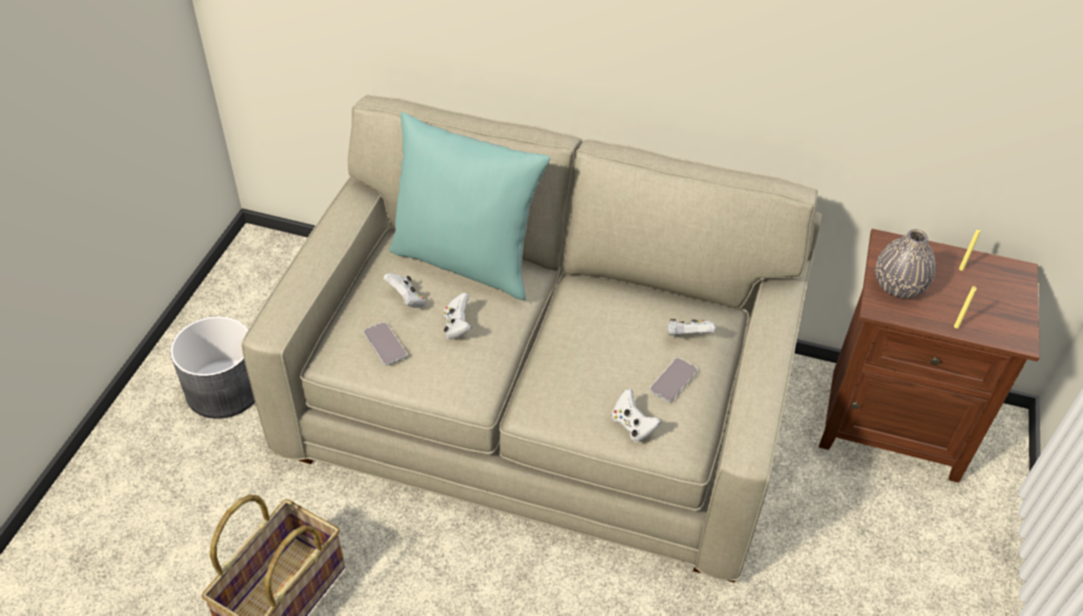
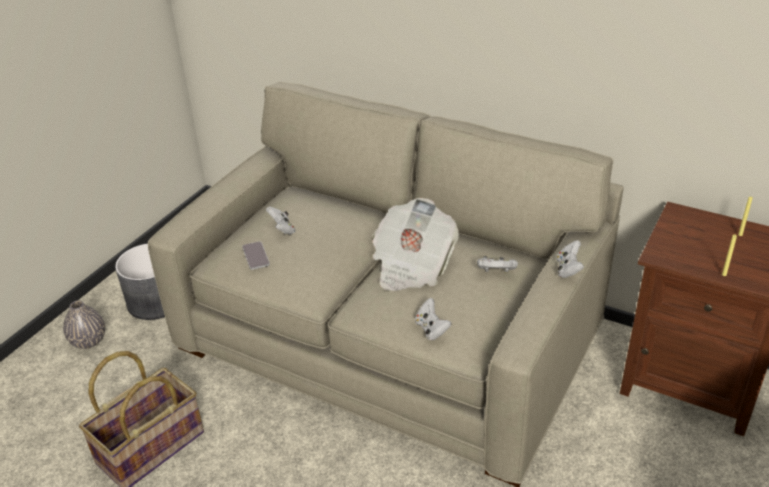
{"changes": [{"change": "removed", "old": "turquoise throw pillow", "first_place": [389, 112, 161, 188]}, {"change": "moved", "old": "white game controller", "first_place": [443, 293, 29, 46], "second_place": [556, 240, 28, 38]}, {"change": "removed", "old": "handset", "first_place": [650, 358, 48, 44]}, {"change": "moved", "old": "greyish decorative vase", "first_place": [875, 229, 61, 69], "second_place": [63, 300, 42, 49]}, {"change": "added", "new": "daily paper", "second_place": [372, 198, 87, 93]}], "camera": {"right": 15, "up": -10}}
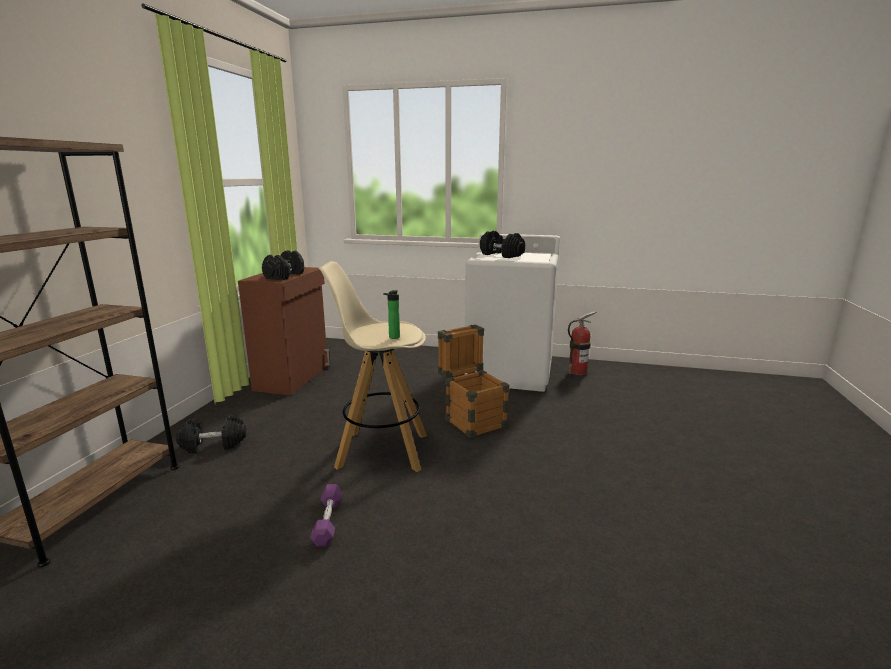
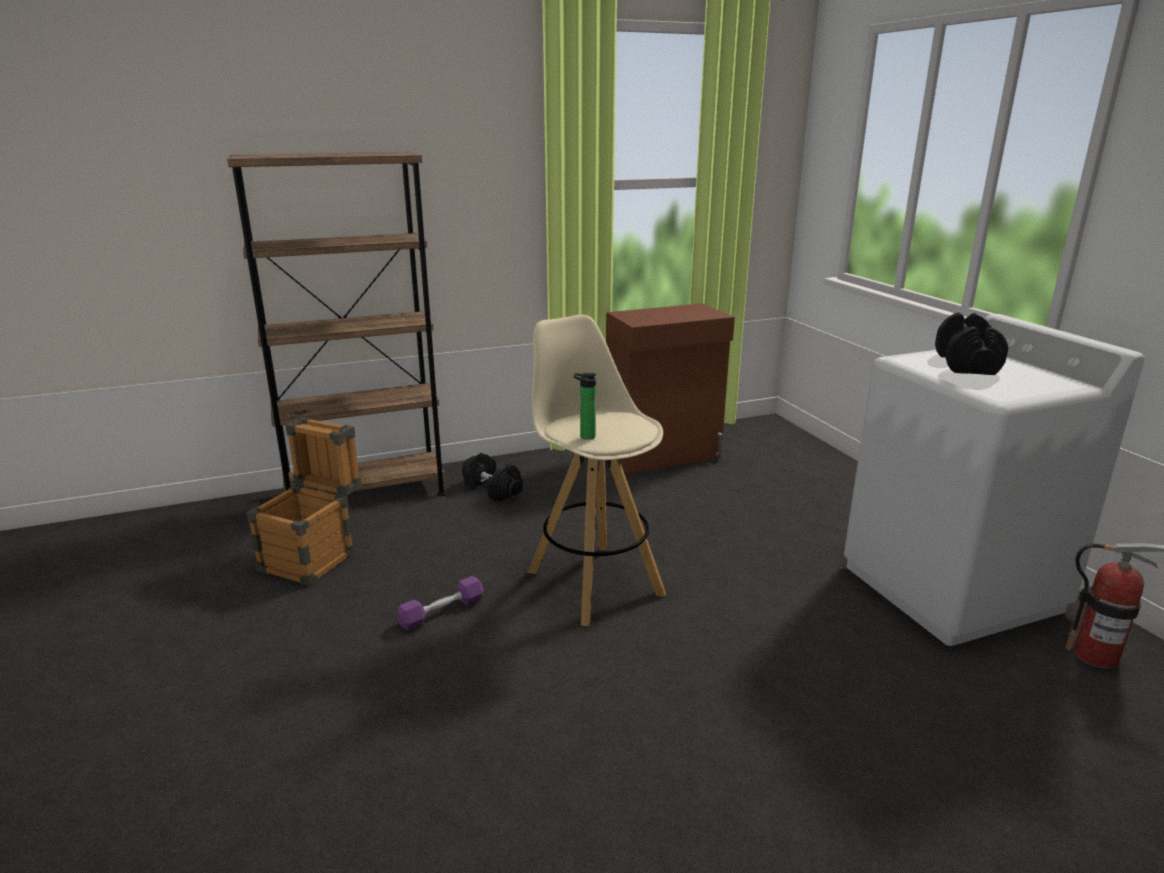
{"changes": [{"change": "removed", "old": "black-coloured dumbbell", "first_place": [262, 250, 42, 30]}, {"change": "moved", "old": "shipping crate", "first_place": [438, 325, 71, 113], "second_place": [246, 417, 115, 169]}], "camera": {"right": 55, "up": 5}}
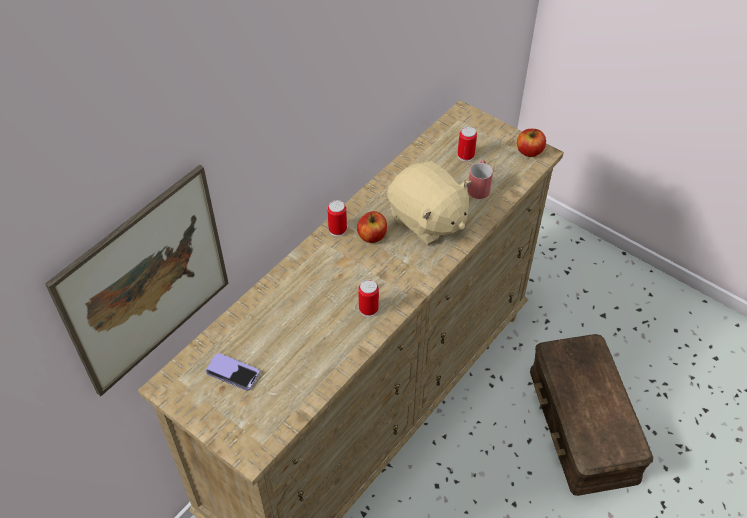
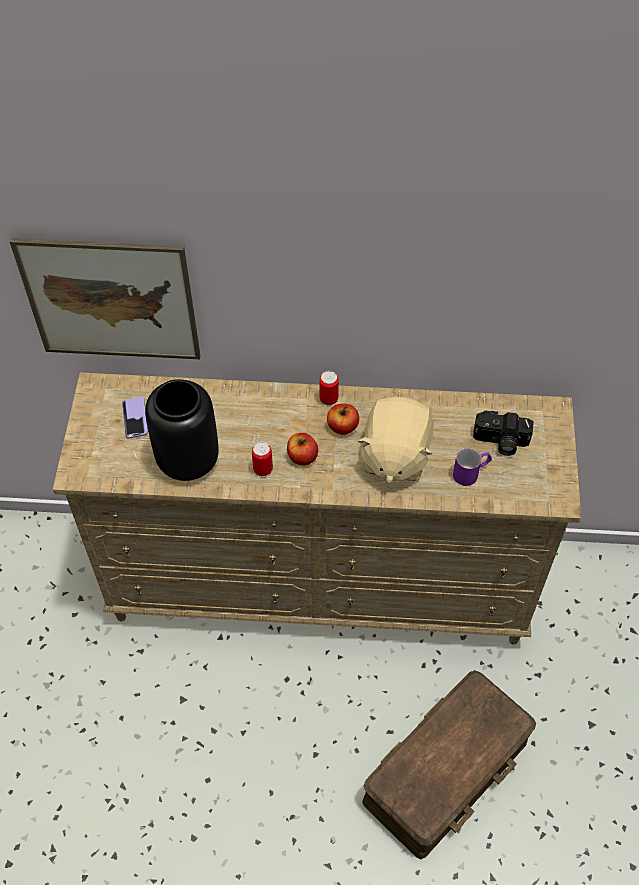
{"changes": [{"change": "replaced", "old": "sealed can", "new": "photo camera", "first_place": [458, 126, 19, 36], "second_place": [473, 411, 61, 45]}, {"change": "recoloured", "old": "reddish tea mug", "new": "purple-coloured tea mug", "first_place": [468, 160, 25, 39], "second_place": [453, 448, 39, 38]}, {"change": "moved", "old": "apple", "first_place": [517, 129, 29, 28], "second_place": [287, 433, 31, 33]}, {"change": "added", "new": "black-coloured decorative vase", "second_place": [145, 379, 74, 102]}], "camera": {"right": 55, "up": 5}}
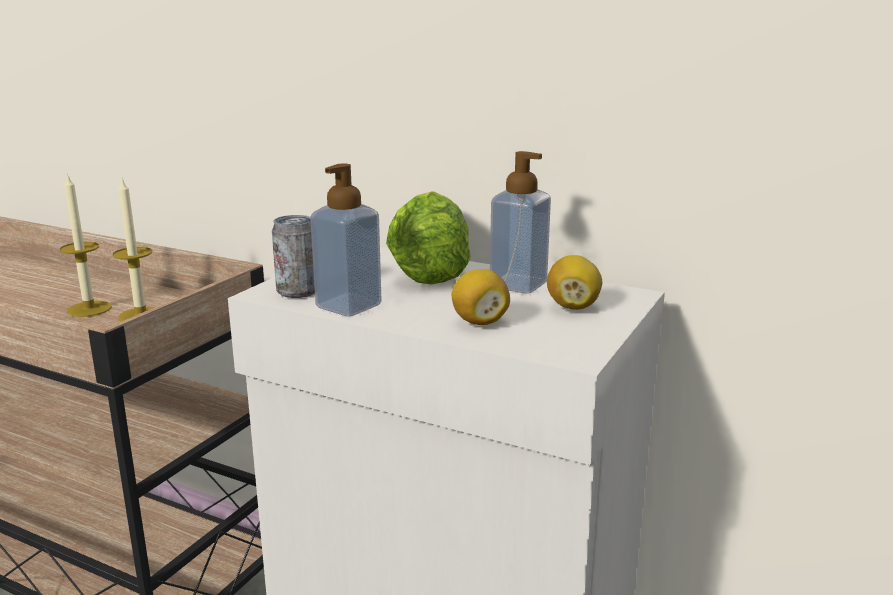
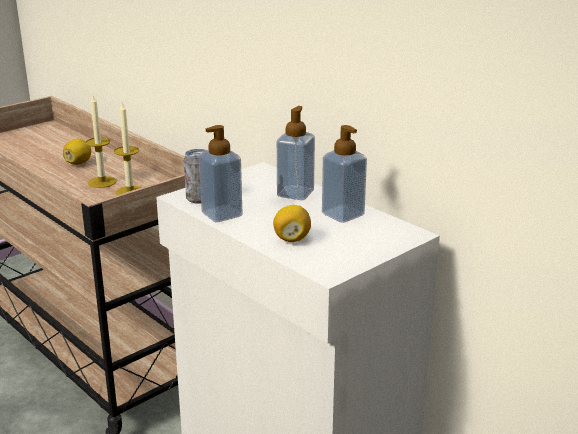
{"changes": [{"change": "replaced", "old": "lettuce", "new": "soap bottle", "first_place": [386, 191, 85, 93], "second_place": [277, 106, 38, 94]}, {"change": "moved", "old": "whole lemon", "first_place": [547, 255, 55, 55], "second_place": [63, 139, 28, 26]}], "camera": {"right": 20, "up": 5}}
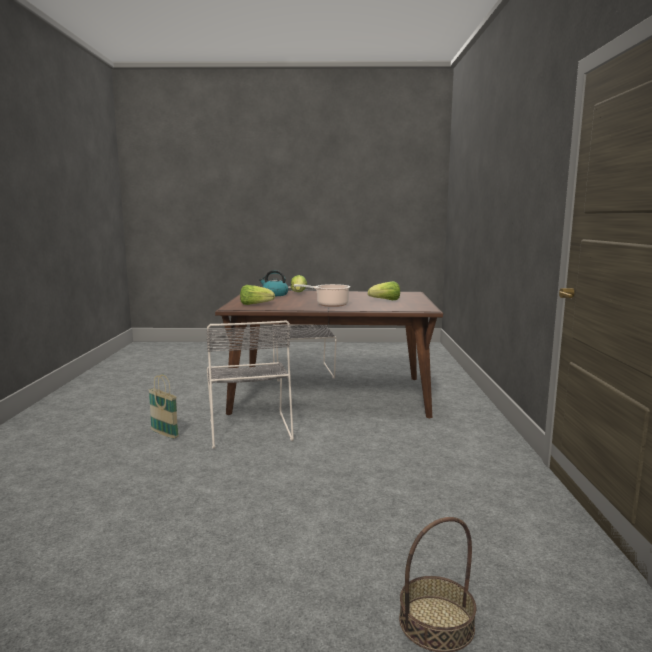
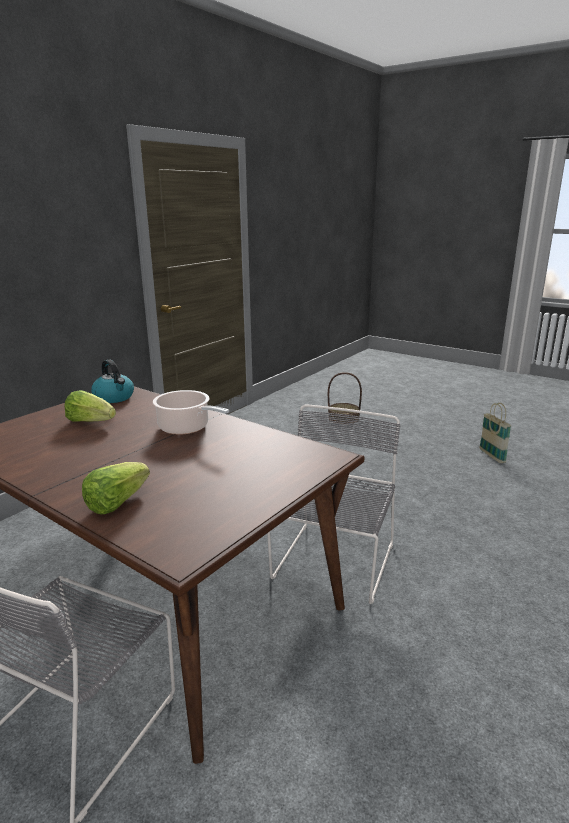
{"changes": [{"change": "moved", "old": "storage basket", "first_place": [149, 374, 30, 65], "second_place": [479, 403, 32, 60]}, {"change": "removed", "old": "lettuce", "first_place": [240, 285, 35, 20]}, {"change": "moved", "old": "tea kettle", "first_place": [259, 270, 29, 26], "second_place": [91, 360, 43, 43]}], "camera": {"right": -145, "up": 10}}
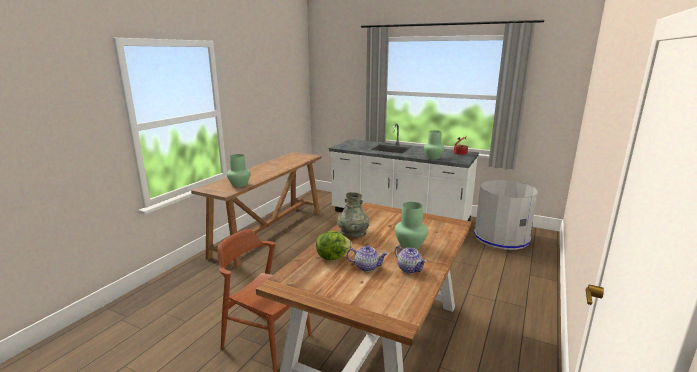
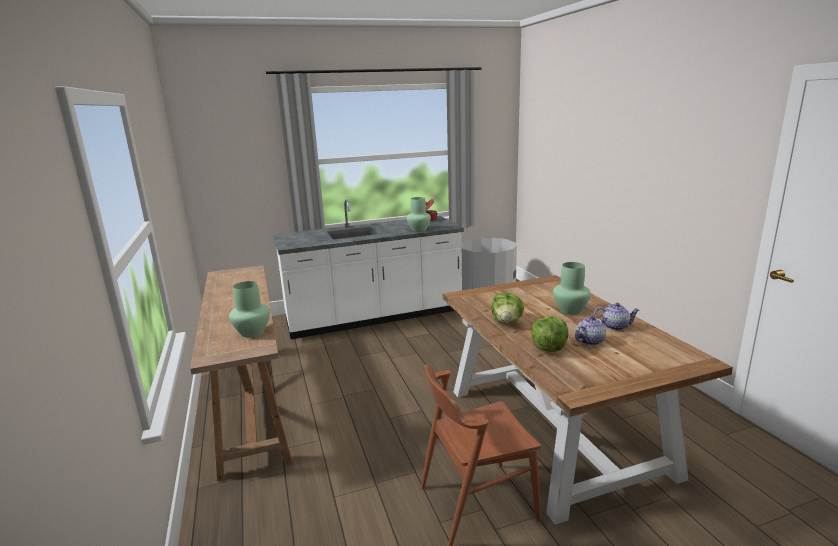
{"changes": [{"change": "replaced", "old": "greyish decorative vase", "new": "lettuce", "first_place": [337, 192, 32, 45], "second_place": [492, 292, 32, 32]}], "camera": {"right": -45, "up": 0}}
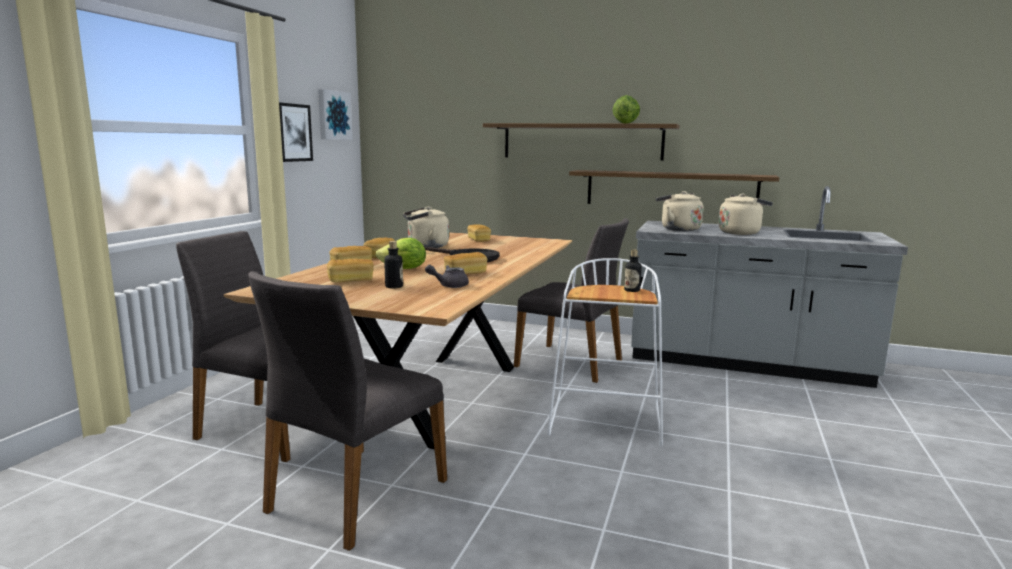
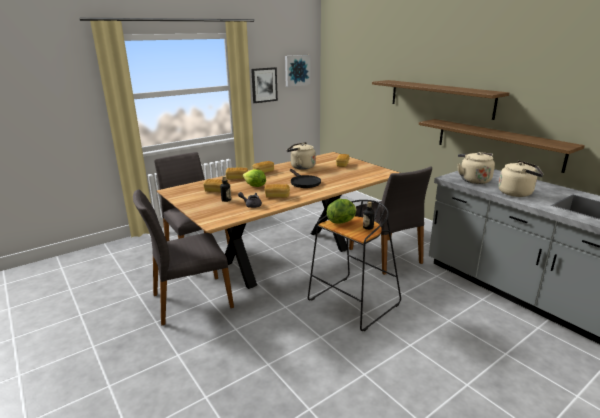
{"changes": [{"change": "recoloured", "old": "white stool", "new": "black-coloured stool", "first_place": [547, 258, 116, 189], "second_place": [308, 200, 93, 131]}, {"change": "moved", "old": "lettuce", "first_place": [613, 95, 27, 29], "second_place": [327, 199, 30, 24]}], "camera": {"right": 35, "up": 10}}
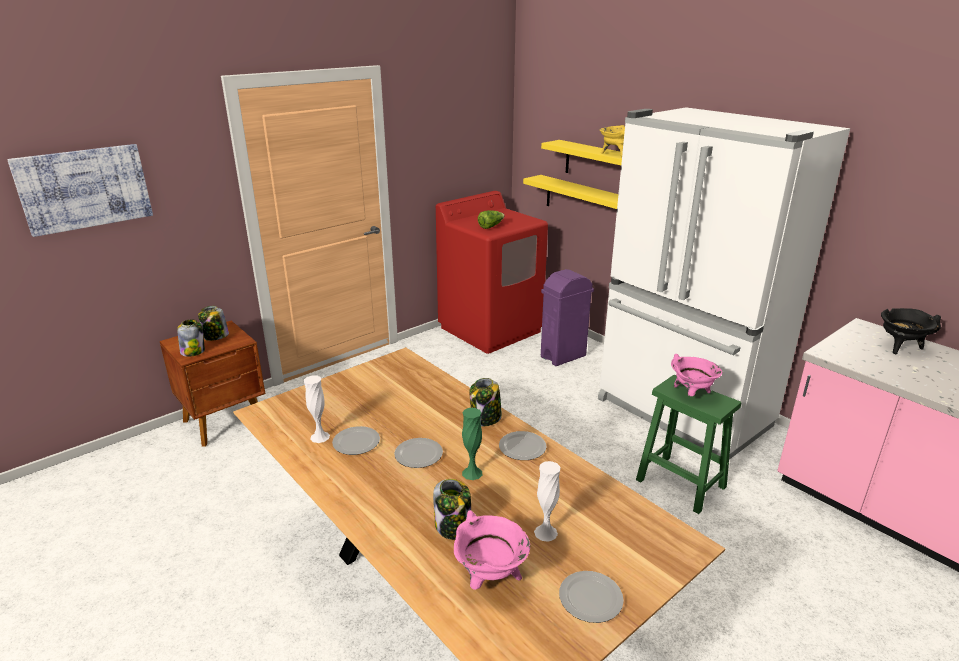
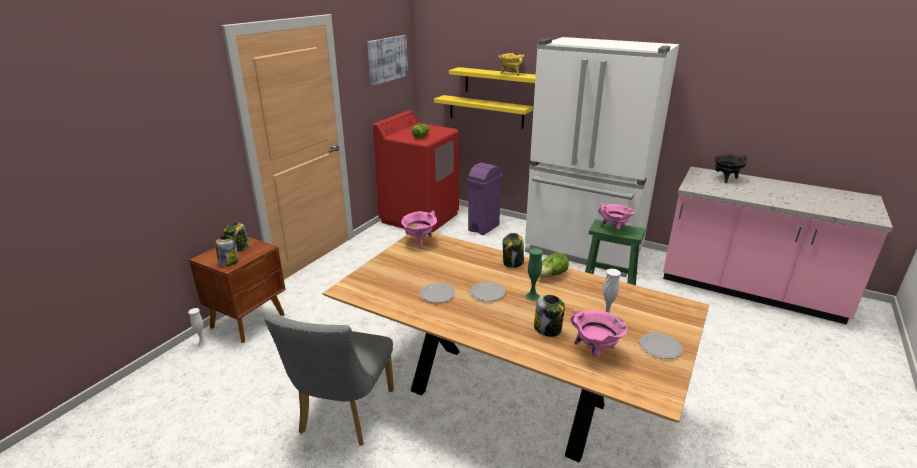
{"changes": [{"change": "moved", "old": "wall art", "first_place": [7, 144, 146, 93], "second_place": [367, 35, 41, 51]}, {"change": "moved", "old": "white decorative vase", "first_place": [304, 376, 26, 67], "second_place": [188, 308, 21, 40]}, {"change": "replaced", "old": "plate", "new": "lettuce", "first_place": [499, 431, 48, 29], "second_place": [540, 252, 29, 25]}, {"change": "added", "new": "greyish chair", "second_place": [264, 314, 130, 132]}, {"change": "added", "new": "pinkish stockpot", "second_place": [401, 211, 36, 38]}], "camera": {"right": -20, "up": 0}}
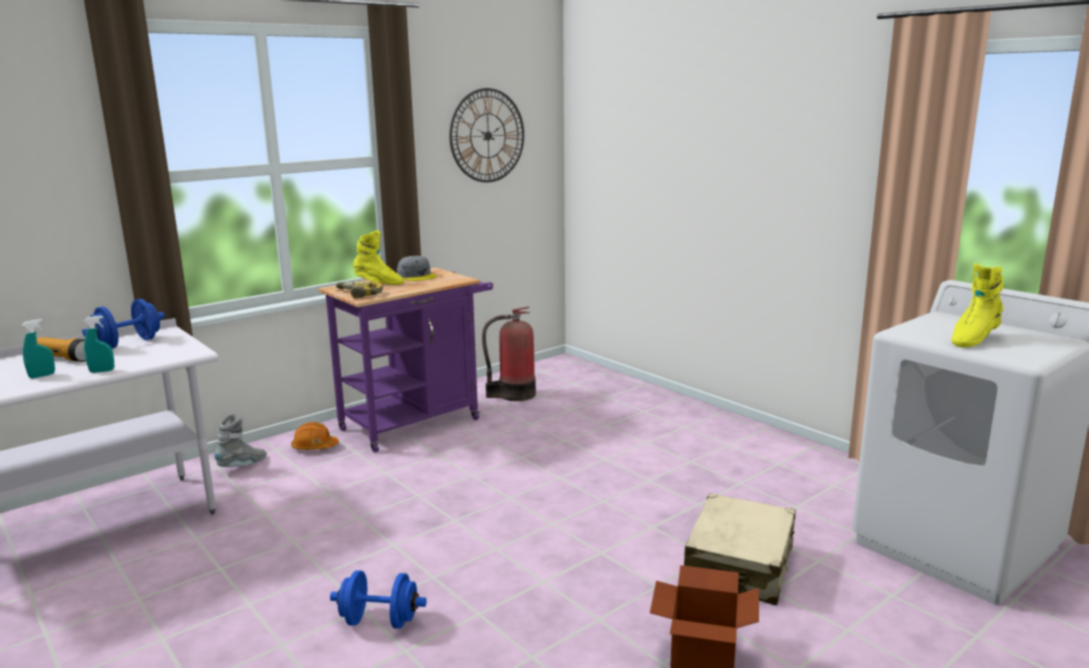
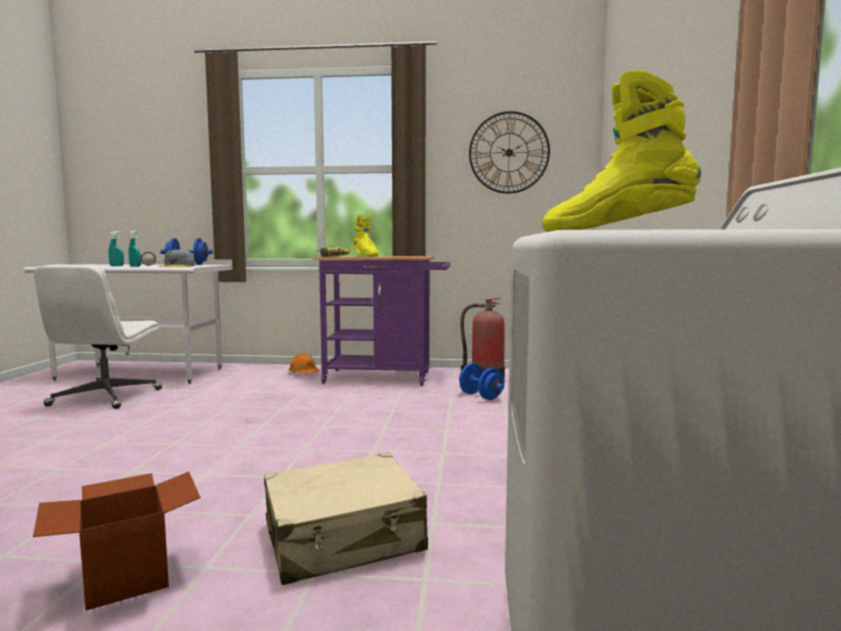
{"changes": [{"change": "removed", "old": "greyish tall boot", "first_place": [214, 413, 53, 54]}, {"change": "moved", "old": "bluish dumbbell", "first_place": [330, 570, 97, 59], "second_place": [459, 363, 45, 37]}, {"change": "moved", "old": "greyish baseball cap", "first_place": [397, 256, 40, 25], "second_place": [159, 249, 36, 18]}, {"change": "added", "new": "white office chair", "second_place": [34, 264, 128, 145]}], "camera": {"right": 45, "up": -10}}
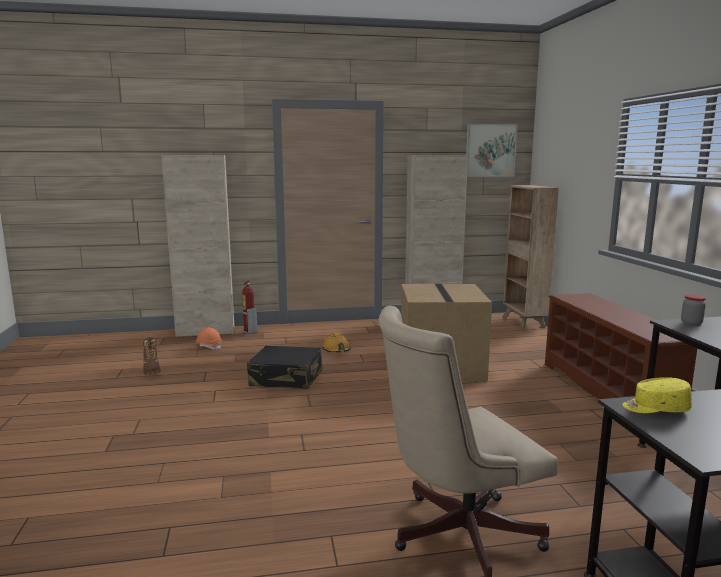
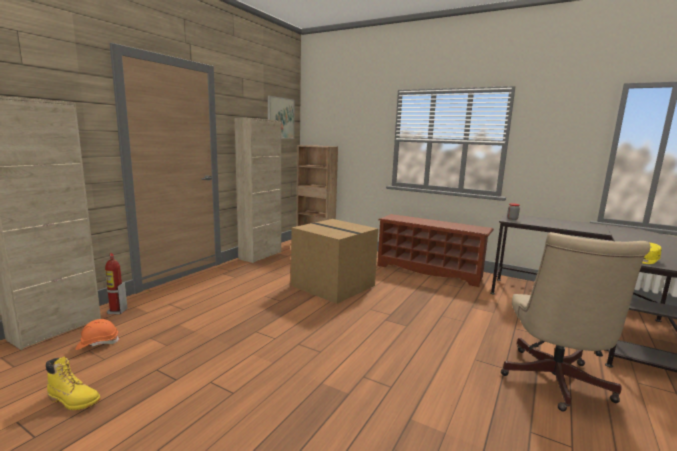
{"changes": [{"change": "recoloured", "old": "brown-coloured tall boot", "new": "yellow tall boot", "first_place": [143, 337, 18, 38], "second_place": [46, 357, 55, 53]}, {"change": "removed", "old": "black-coloured suitcase", "first_place": [247, 346, 75, 43]}, {"change": "removed", "old": "orangey safety helmet", "first_place": [322, 333, 29, 19]}], "camera": {"right": -50, "up": 0}}
